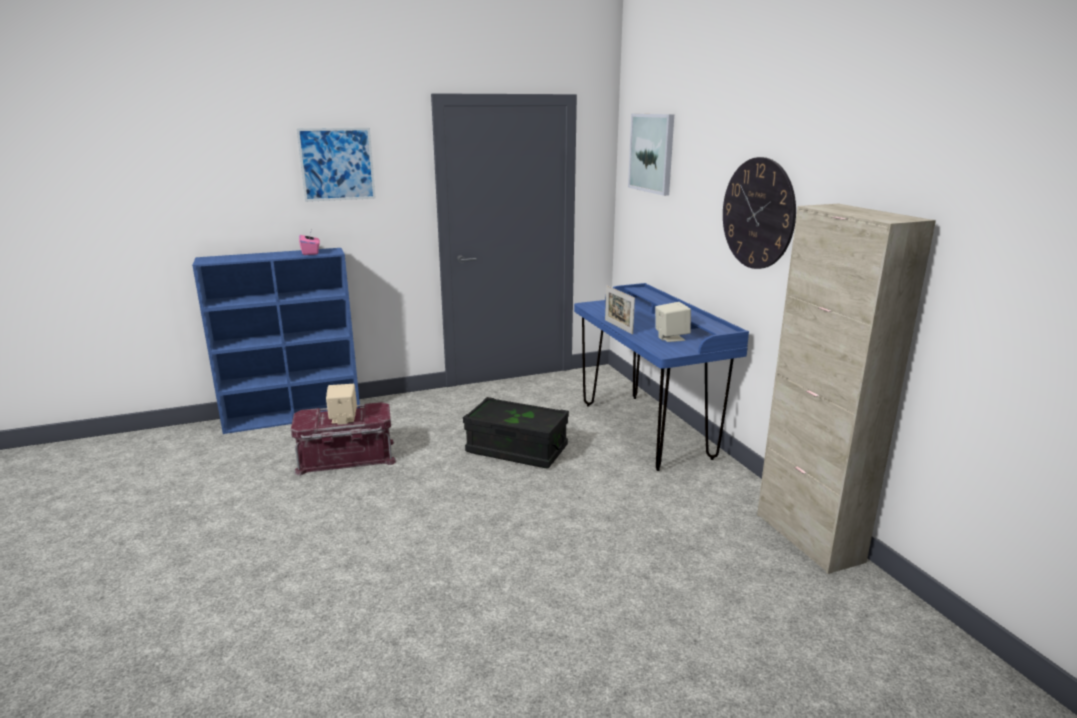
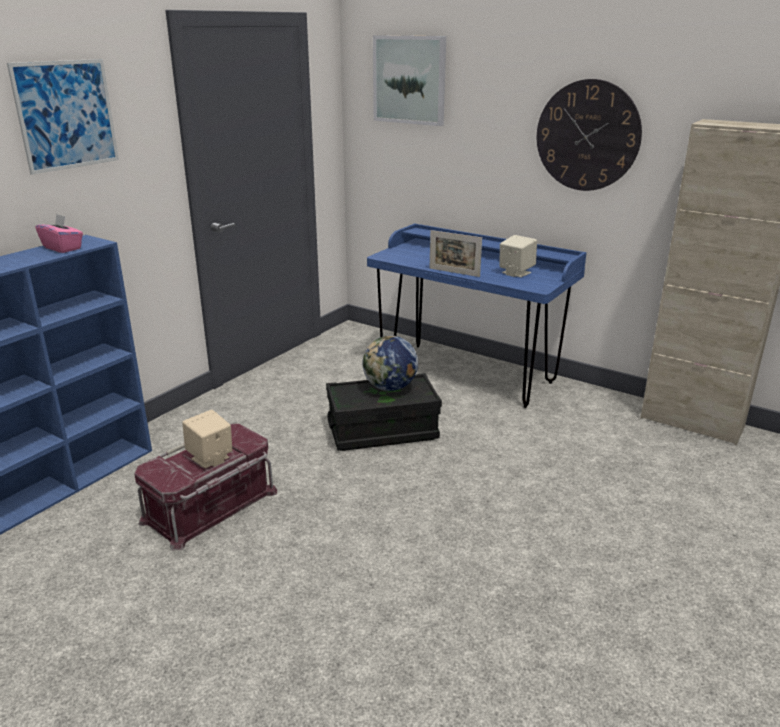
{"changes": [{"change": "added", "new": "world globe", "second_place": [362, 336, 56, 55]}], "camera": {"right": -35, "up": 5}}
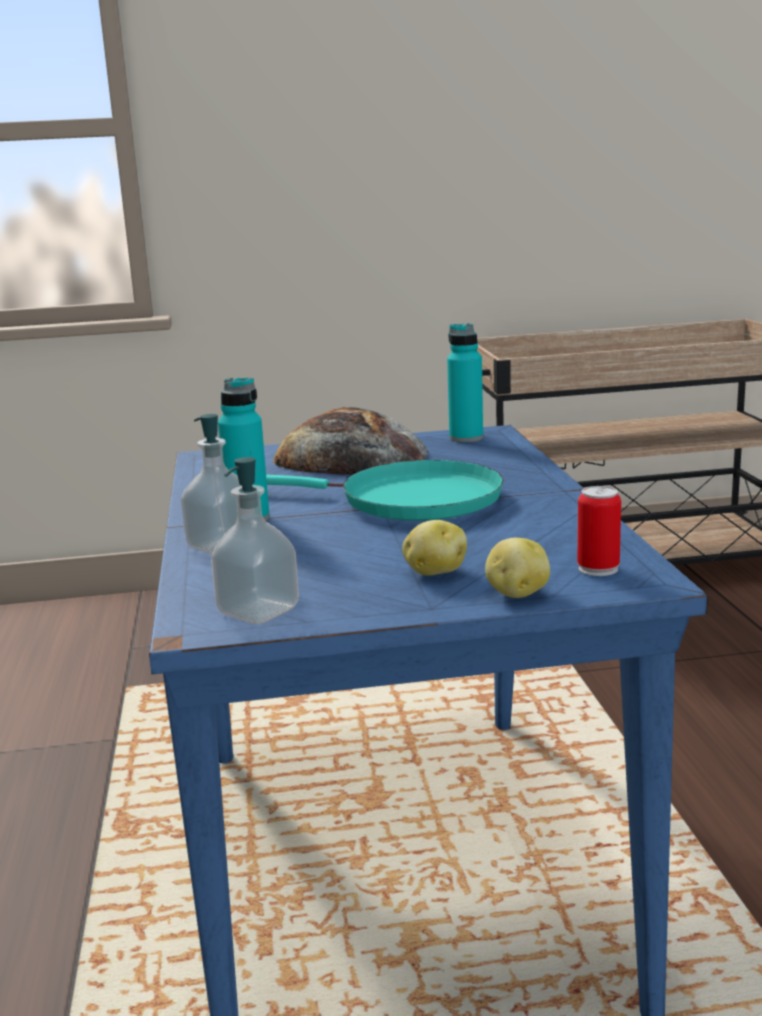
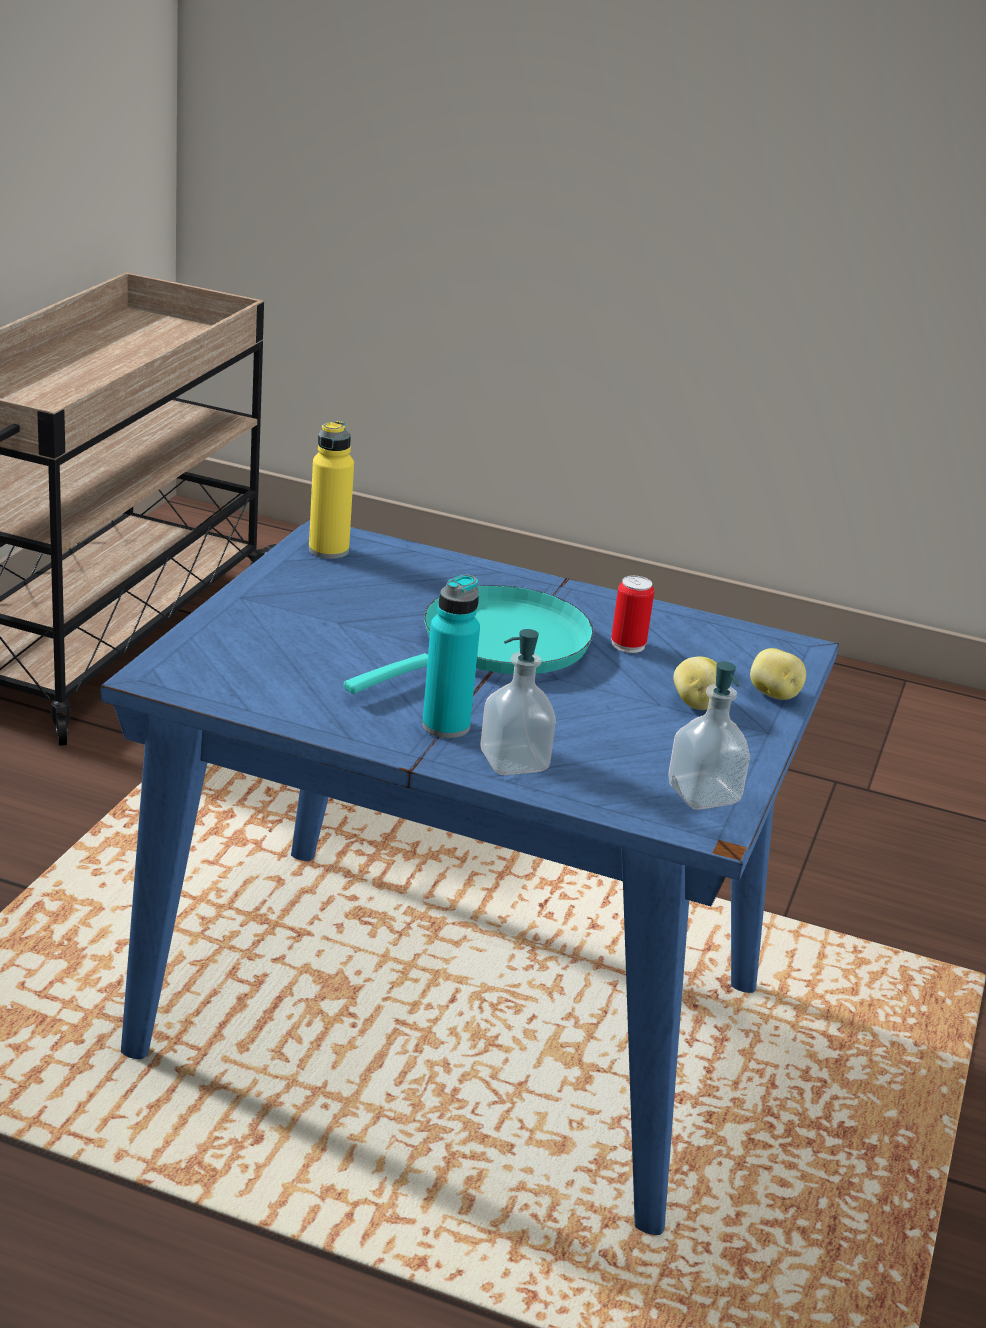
{"changes": [{"change": "removed", "old": "bakery bread", "first_place": [273, 407, 156, 68]}, {"change": "recoloured", "old": "turquoise drink bottle", "new": "yellow drink bottle", "first_place": [447, 323, 36, 119], "second_place": [309, 420, 45, 139]}, {"change": "moved", "old": "sealed can", "first_place": [577, 486, 44, 90], "second_place": [611, 576, 43, 77]}], "camera": {"right": -65, "up": 10}}
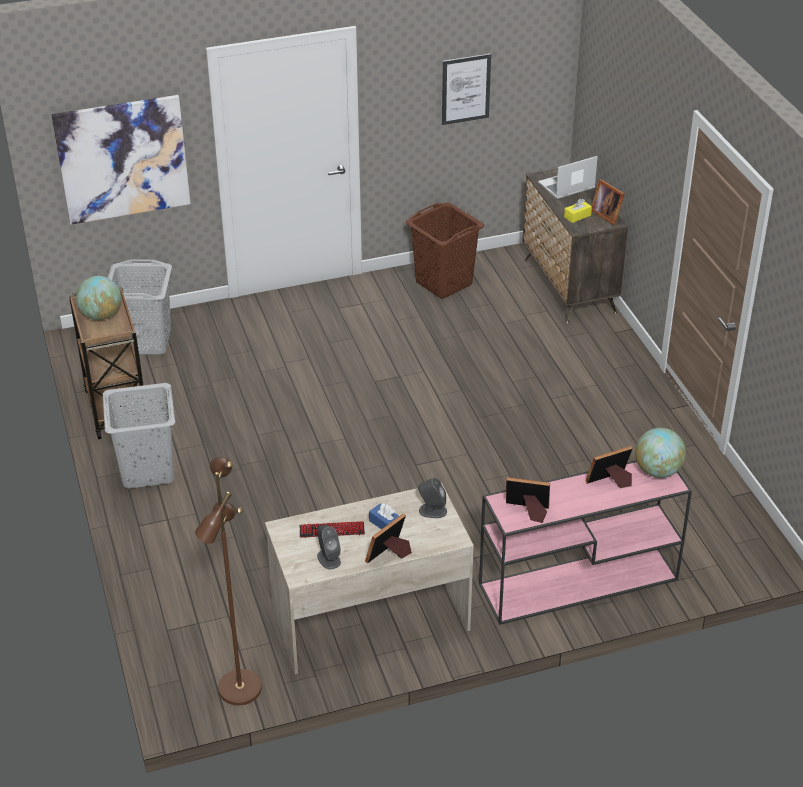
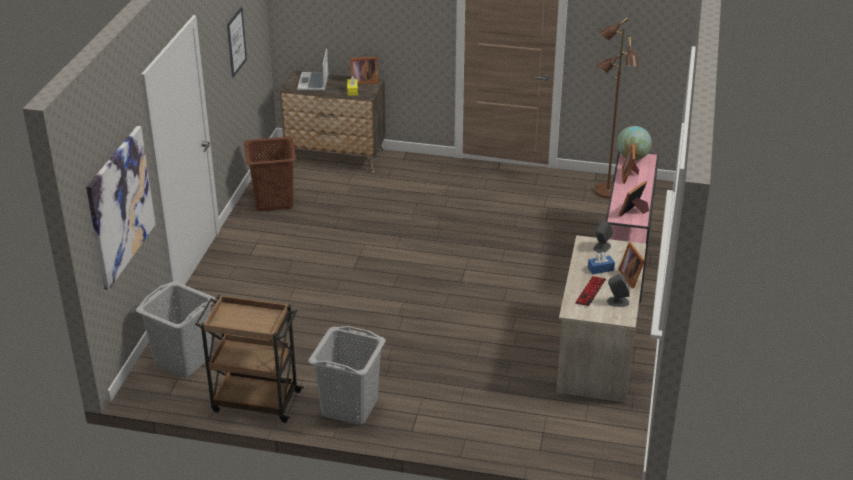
{"changes": [{"change": "removed", "old": "world globe", "first_place": [76, 276, 45, 44]}, {"change": "moved", "old": "brown-coloured floor lamp", "first_place": [195, 457, 67, 248], "second_place": [595, 17, 44, 182]}], "camera": {"right": -60, "up": -5}}
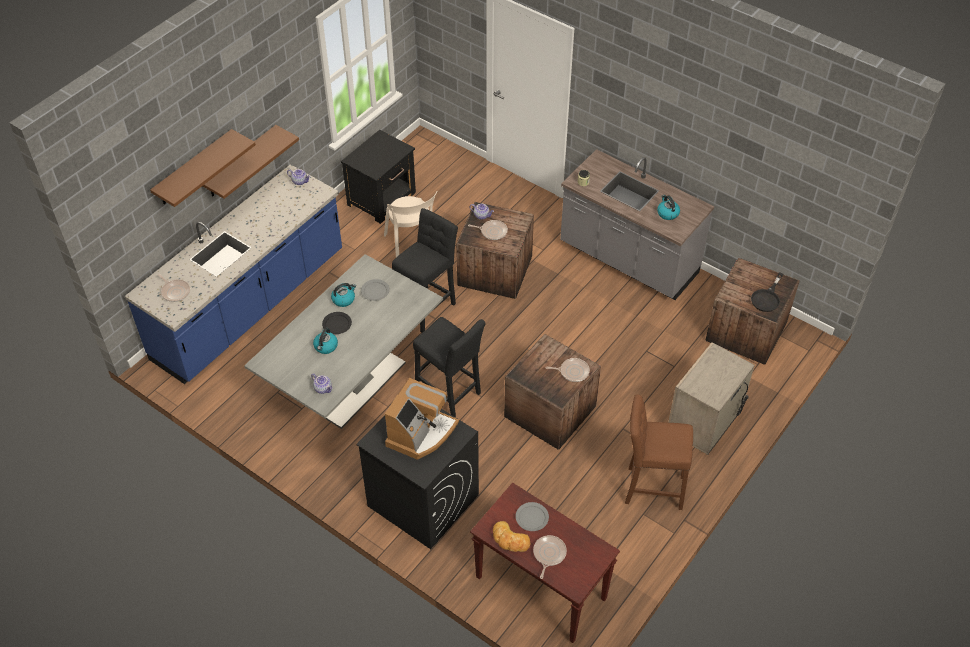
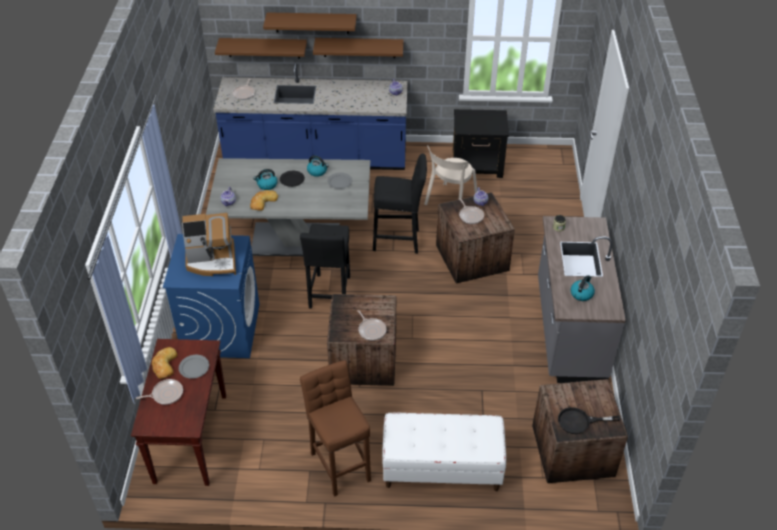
{"changes": [{"change": "recoloured", "old": "black-coloured laundry appliance", "new": "bluish laundry appliance", "first_place": [356, 409, 123, 140], "second_place": [163, 234, 97, 124]}, {"change": "replaced", "old": "beige bedside table", "new": "white bench", "first_place": [668, 342, 87, 113], "second_place": [382, 413, 124, 78]}, {"change": "added", "new": "brown-coloured wall shelf", "second_place": [215, 38, 92, 20]}, {"change": "added", "new": "bakery bread", "second_place": [250, 190, 28, 21]}], "camera": {"right": 55, "up": -5}}
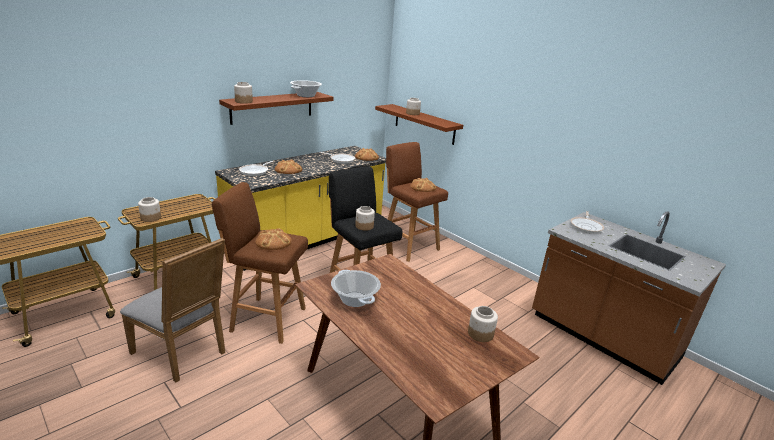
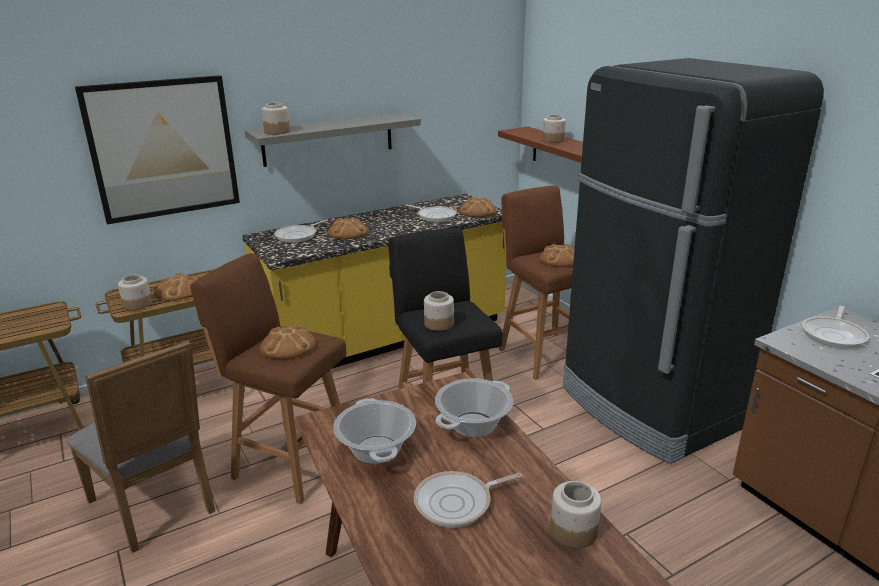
{"changes": [{"change": "recoloured", "old": "brown-coloured wall shelf", "new": "greyish wall shelf", "first_place": [219, 92, 115, 33], "second_place": [245, 112, 176, 55]}, {"change": "moved", "old": "stockpot", "first_place": [290, 80, 32, 17], "second_place": [435, 378, 78, 59]}, {"change": "added", "new": "wall art", "second_place": [75, 75, 165, 149]}, {"change": "added", "new": "bakery bread", "second_place": [154, 273, 44, 28]}, {"change": "added", "new": "frying pan", "second_place": [414, 471, 108, 57]}, {"change": "added", "new": "black-coloured fridge", "second_place": [563, 58, 261, 406]}], "camera": {"right": 15, "up": 0}}
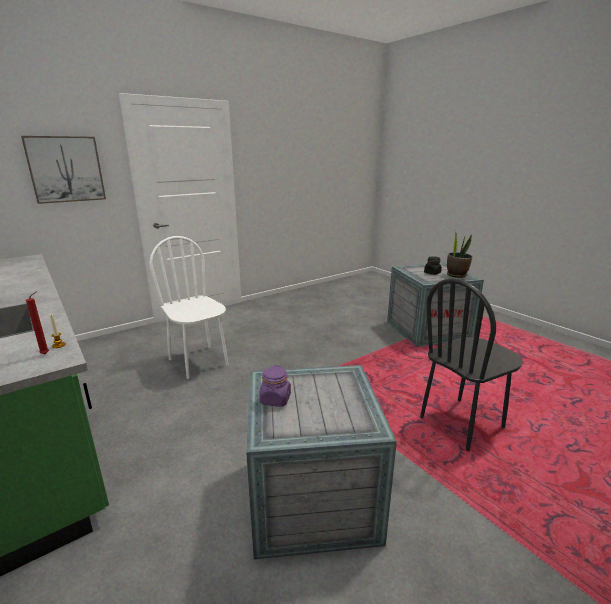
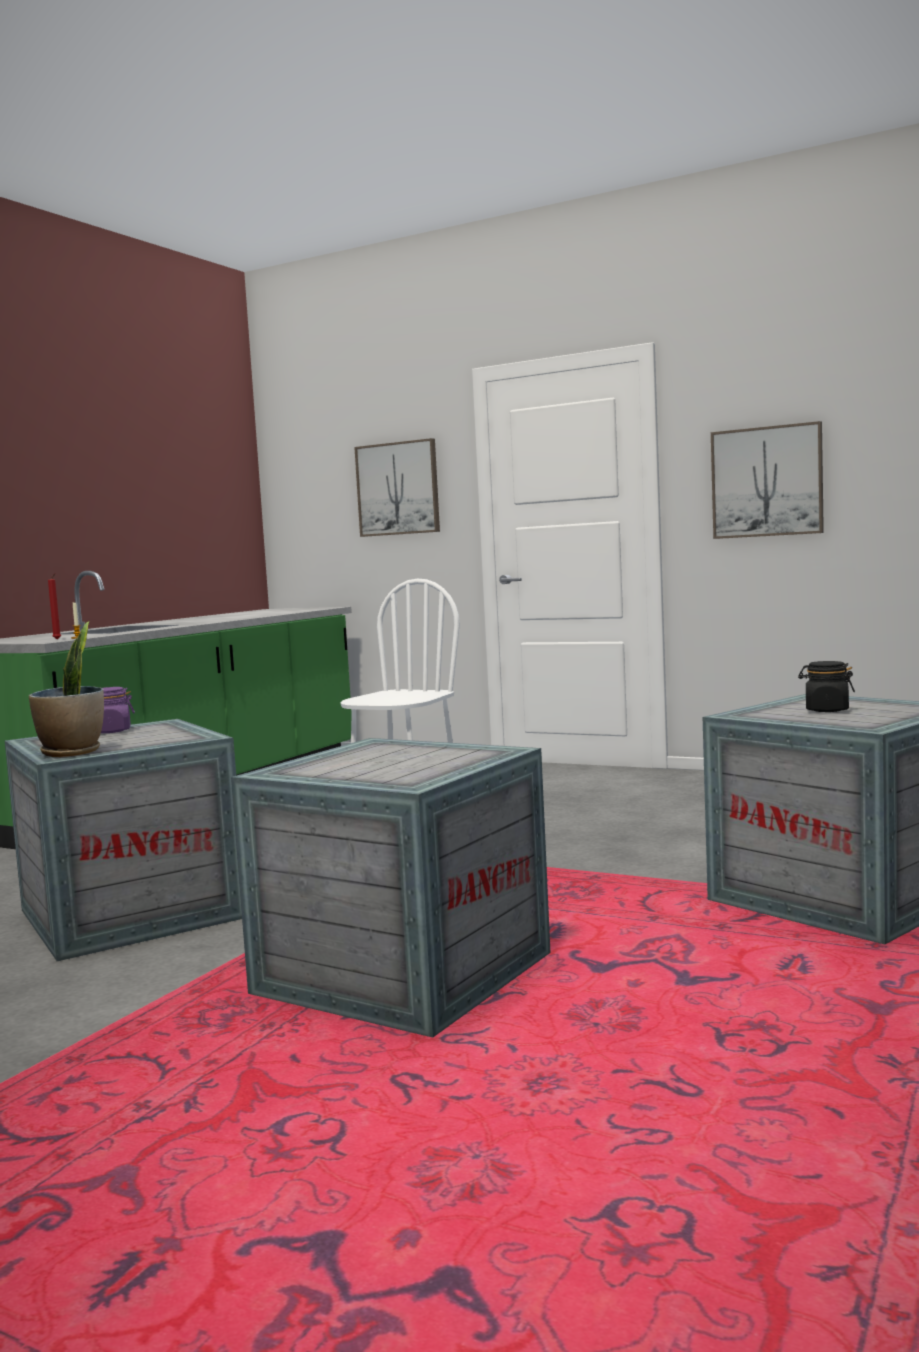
{"changes": [{"change": "replaced", "old": "black-coloured chair", "new": "shipping crate", "first_place": [420, 279, 103, 172], "second_place": [231, 738, 320, 300]}, {"change": "moved", "old": "houseplant", "first_place": [447, 231, 25, 47], "second_place": [29, 621, 75, 136]}, {"change": "added", "new": "wall art", "second_place": [711, 421, 113, 118]}], "camera": {"right": 65, "up": -15}}
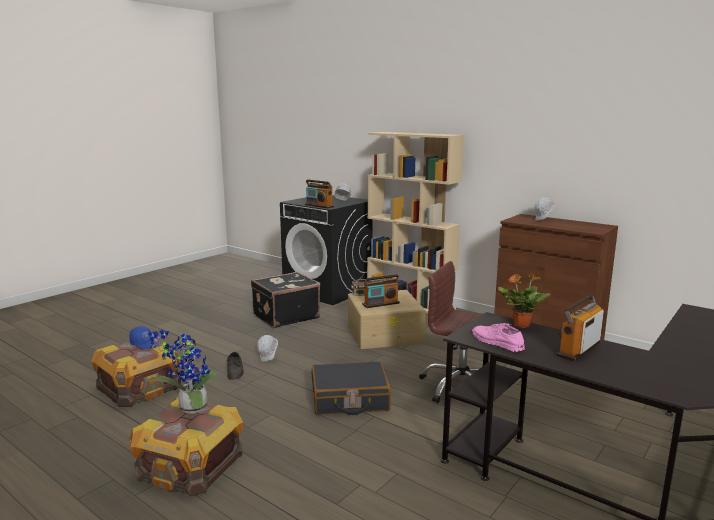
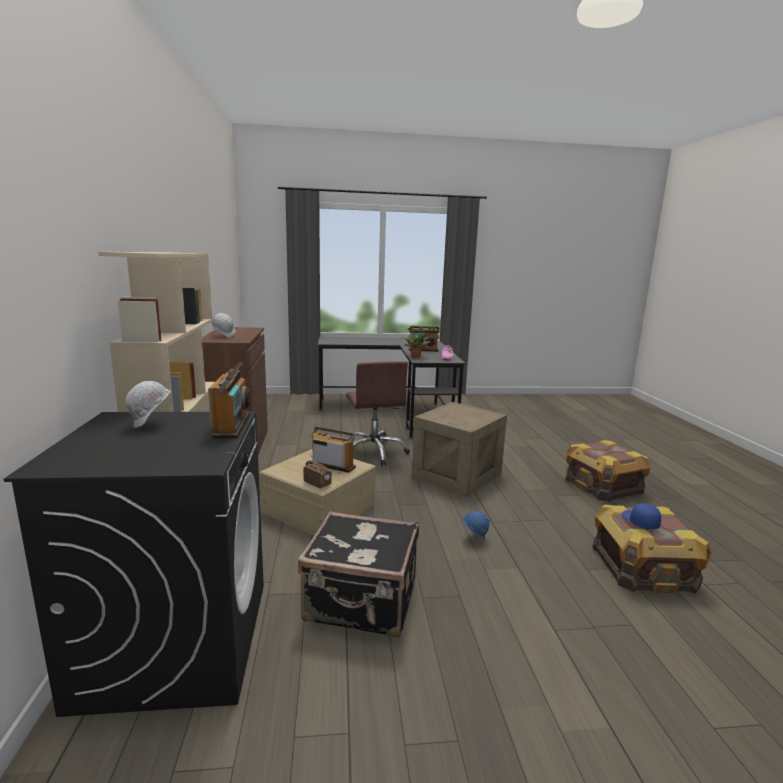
{"changes": [{"change": "removed", "old": "houseplant", "first_place": [147, 329, 71, 85]}, {"change": "removed", "old": "greyish item of footwear", "first_place": [227, 352, 17, 28]}, {"change": "recoloured", "old": "white safety helmet", "new": "bluish safety helmet", "first_place": [257, 335, 21, 26], "second_place": [462, 511, 28, 27]}, {"change": "replaced", "old": "black-coloured suitcase", "new": "shipping crate", "first_place": [312, 362, 79, 53], "second_place": [412, 402, 95, 95]}], "camera": {"right": -135, "up": 0}}
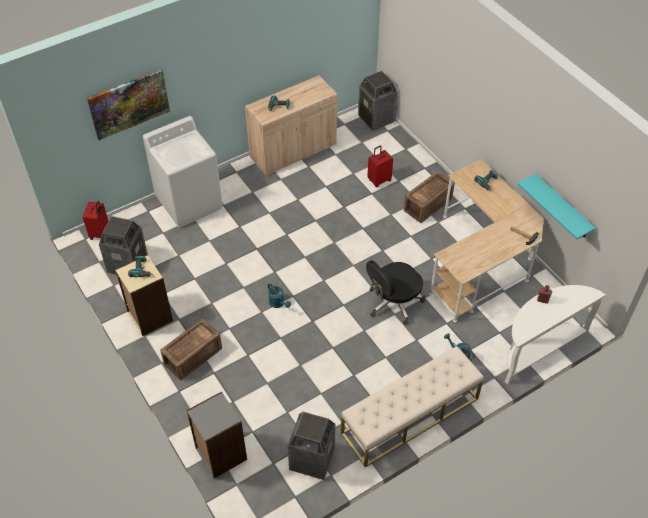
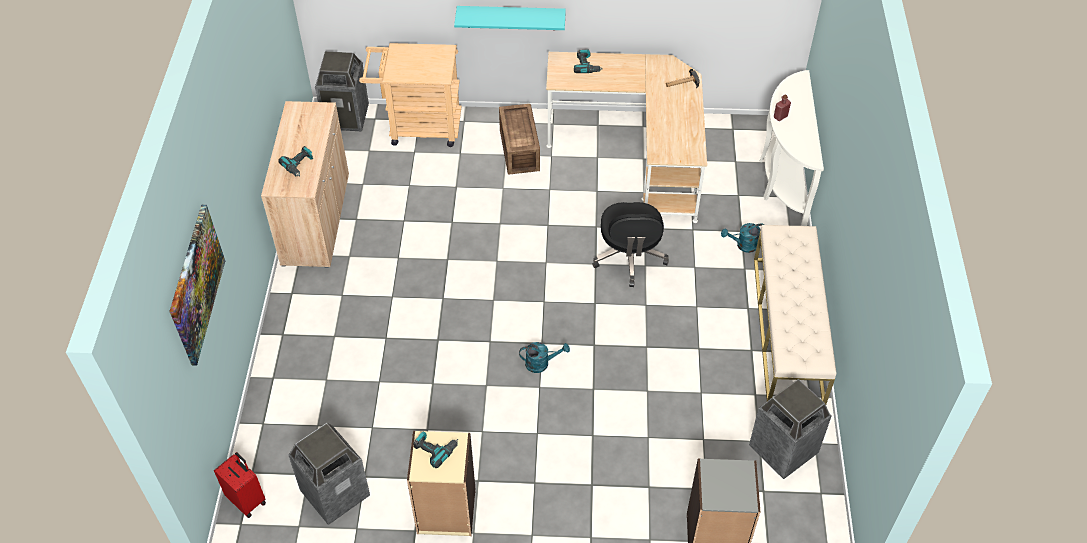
{"changes": [{"change": "removed", "old": "white laundry appliance", "first_place": [143, 116, 80, 112]}, {"change": "removed", "old": "shipping crate", "first_place": [160, 318, 62, 62]}, {"change": "removed", "old": "reddish suitcase", "first_place": [367, 145, 26, 42]}, {"change": "moved", "old": "turquoise wall shelf", "first_place": [518, 174, 78, 65], "second_place": [454, 6, 112, 24]}, {"change": "added", "new": "beige cart", "second_place": [359, 43, 103, 104]}], "camera": {"right": -55, "up": 0}}
